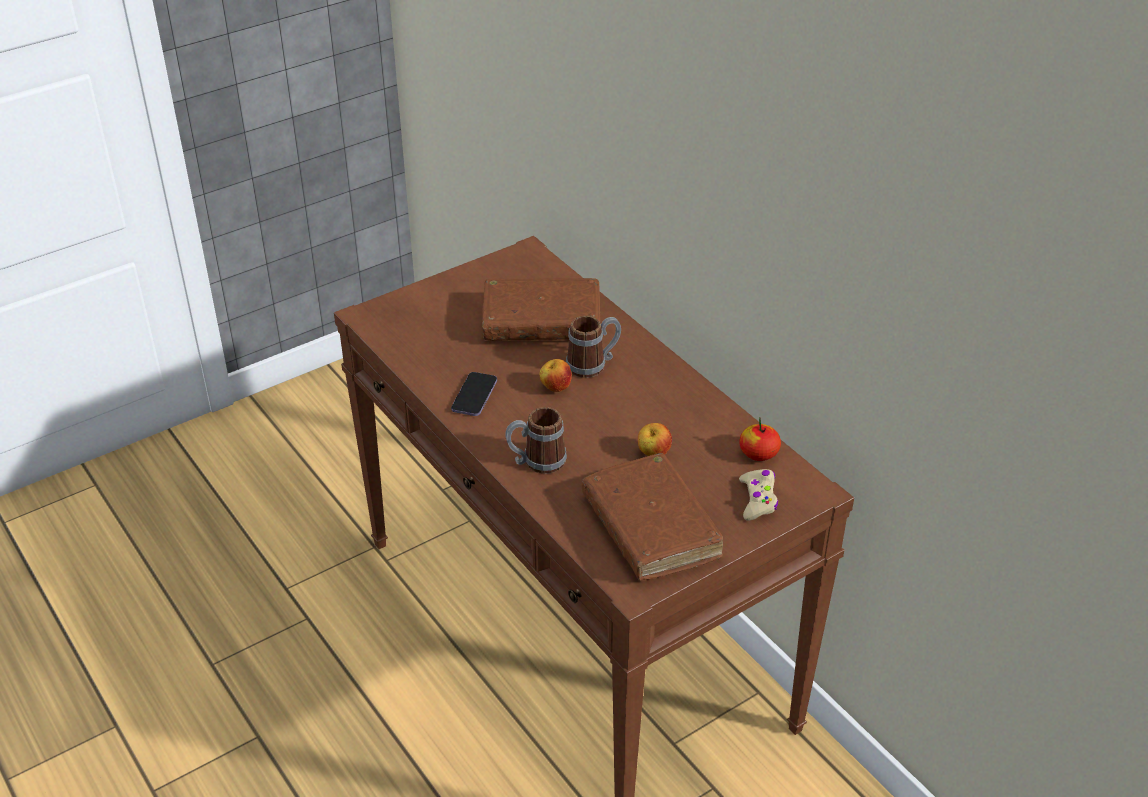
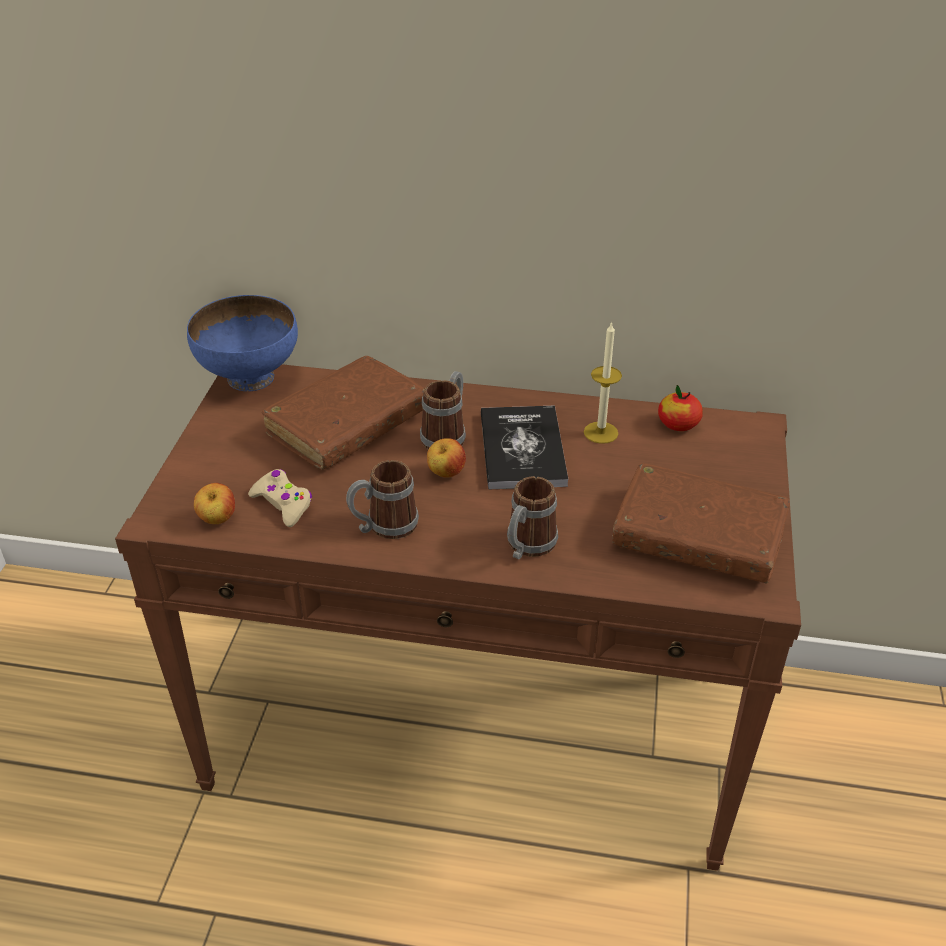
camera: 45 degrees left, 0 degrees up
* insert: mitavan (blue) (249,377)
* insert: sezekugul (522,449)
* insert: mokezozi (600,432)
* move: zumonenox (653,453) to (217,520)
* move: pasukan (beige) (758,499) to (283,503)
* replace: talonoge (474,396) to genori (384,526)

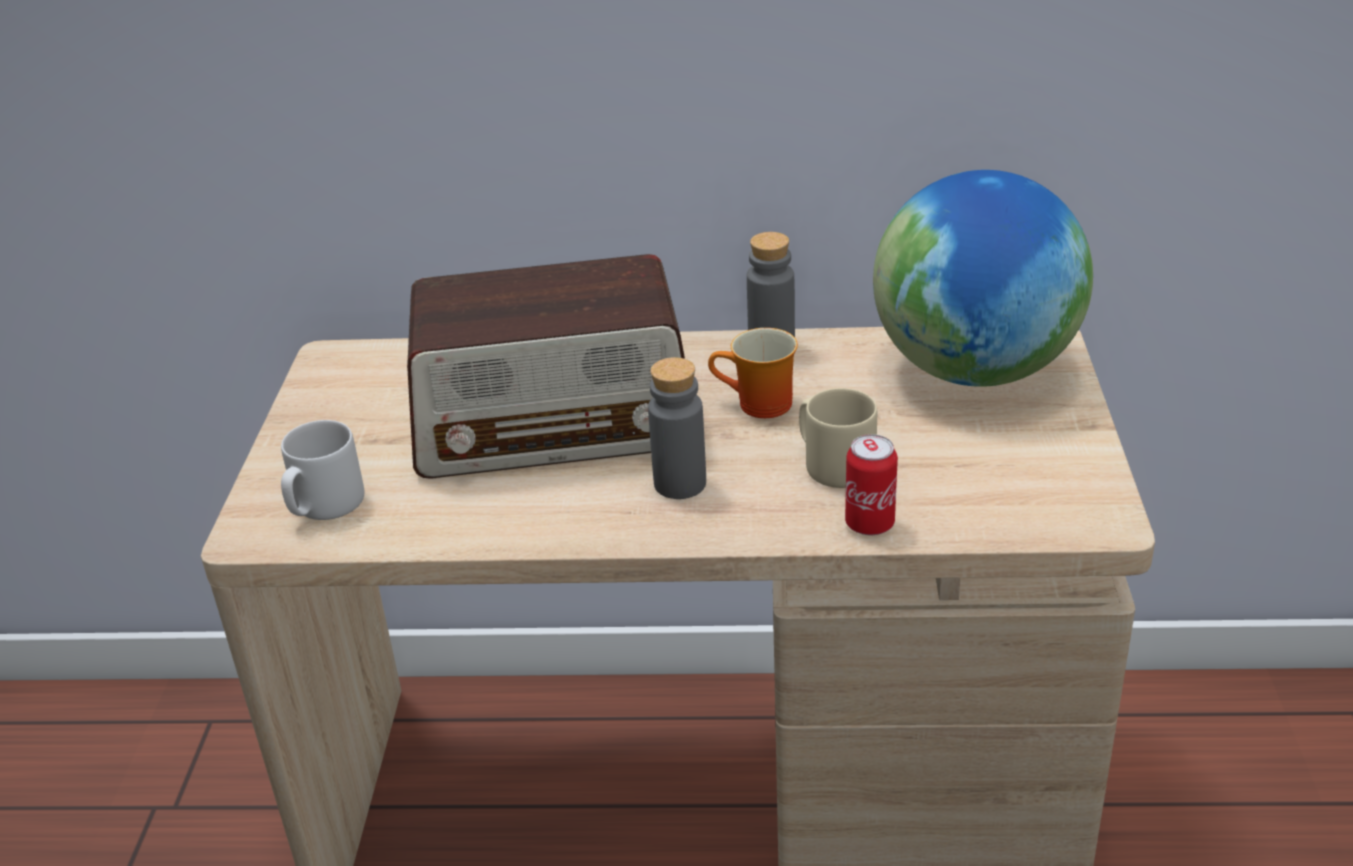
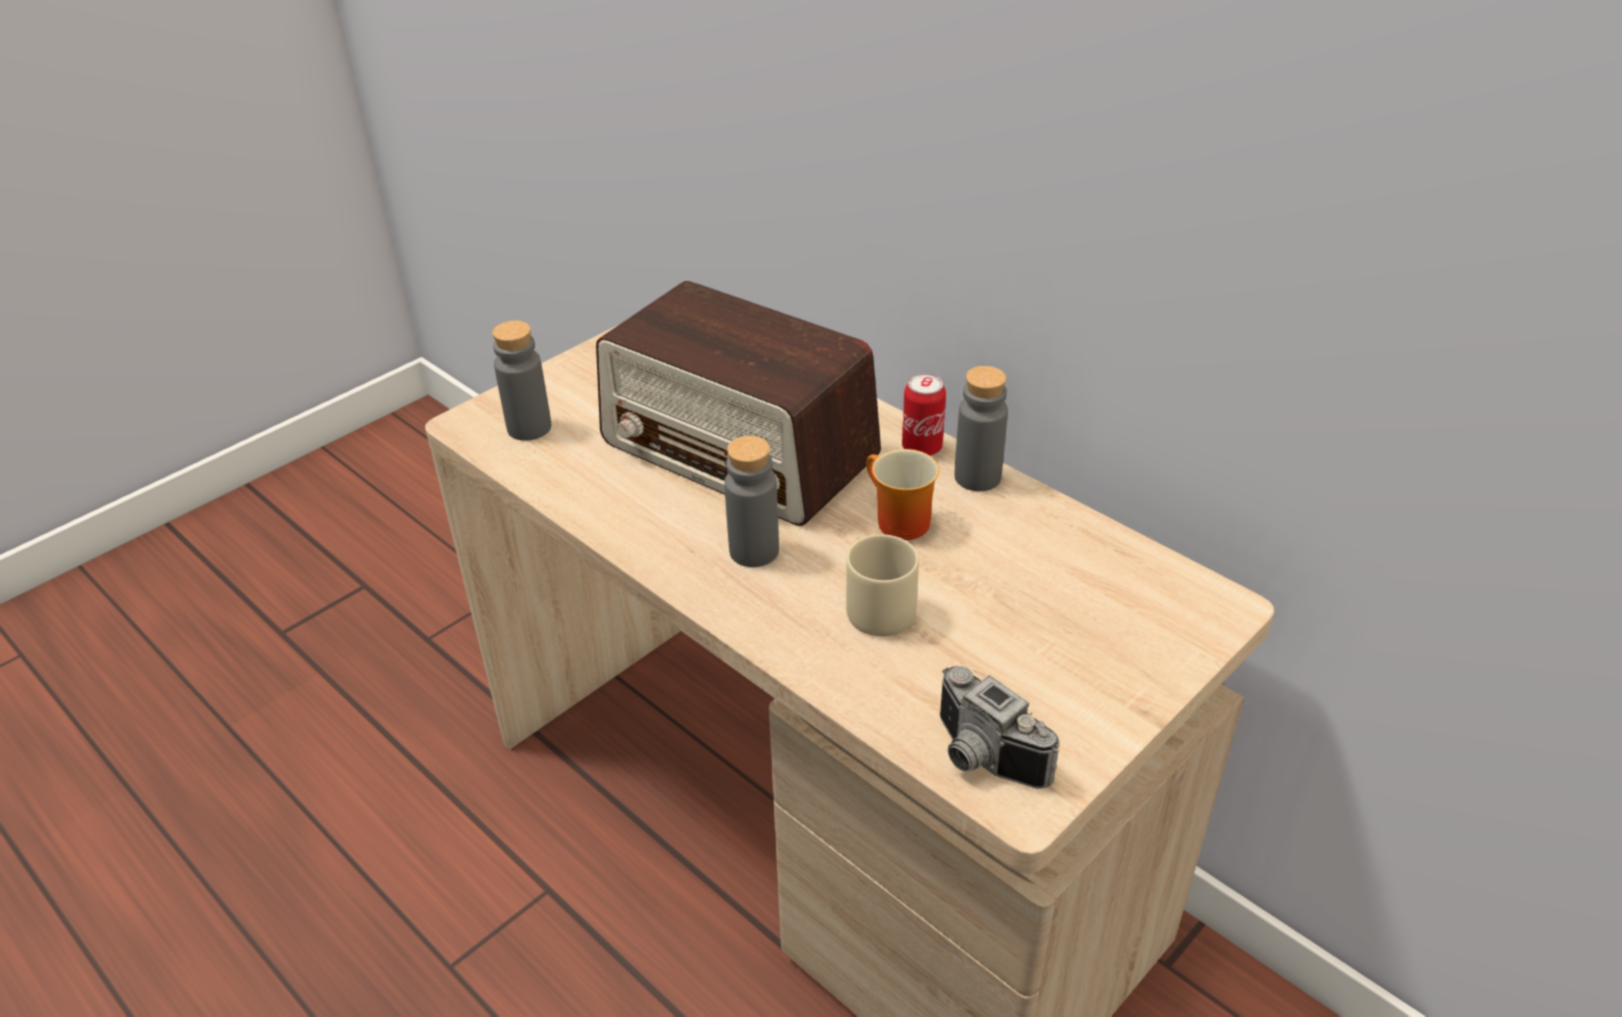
camera: 40 degrees right, 5 degrees up
* delete: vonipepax (976,370)
* insert: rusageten (980,759)
* move: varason (870,524) to (922,448)
* replace: genori (grey) (324,506) to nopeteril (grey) (529,428)

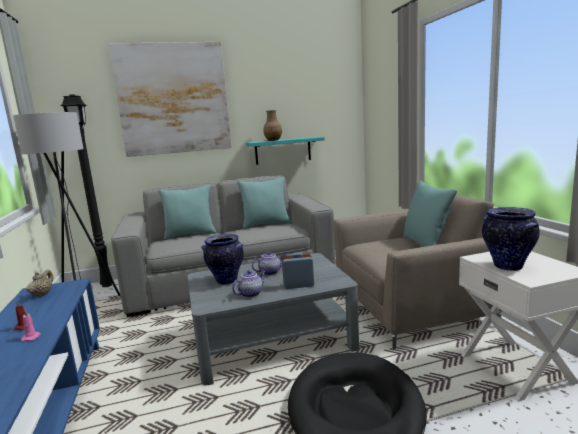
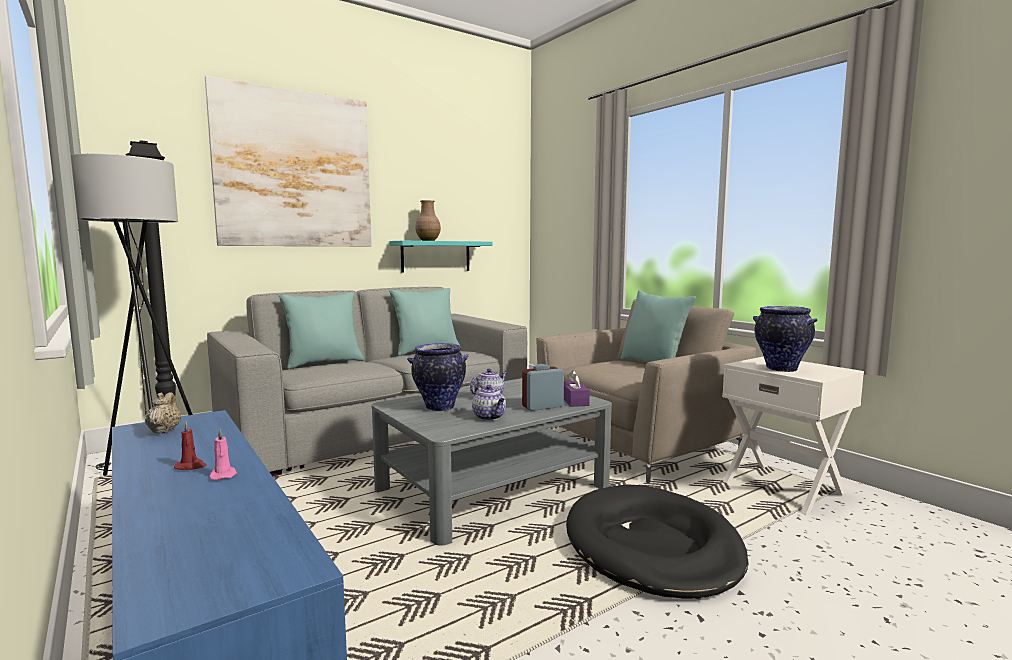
camera: 20 degrees left, 5 degrees down
* insert: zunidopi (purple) (574,401)
* rotate: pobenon (251,293) = (489,417) 120 degrees clockwise

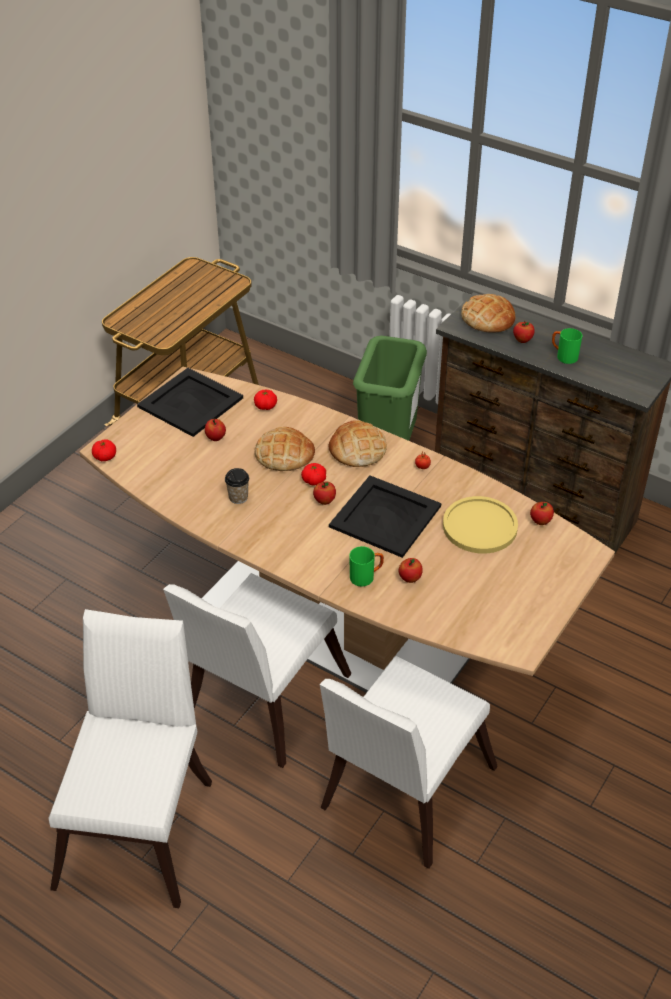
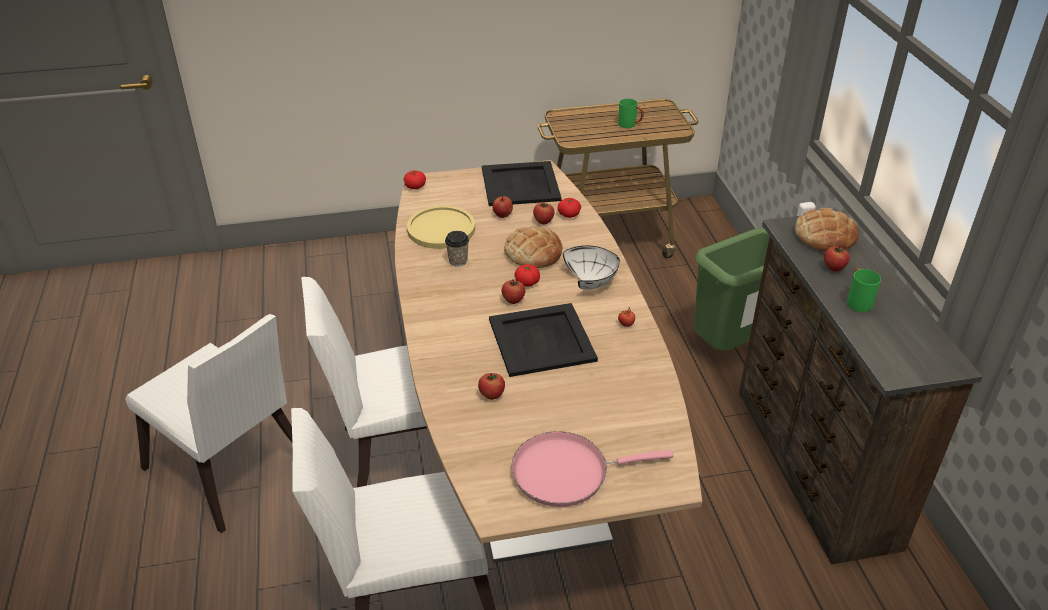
camera: 45 degrees right, 5 degrees down
* insert: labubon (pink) (567,472)
* move: genori (green) (366,576) to (630,125)
* move: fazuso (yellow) (480,526) to (441,229)
* move: zumonenox (540,521) to (543,221)
* replace: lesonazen (357,449) to mitavan (white) (593,281)
* rotate: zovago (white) (140,822) = (233,472) 75 degrees clockwise

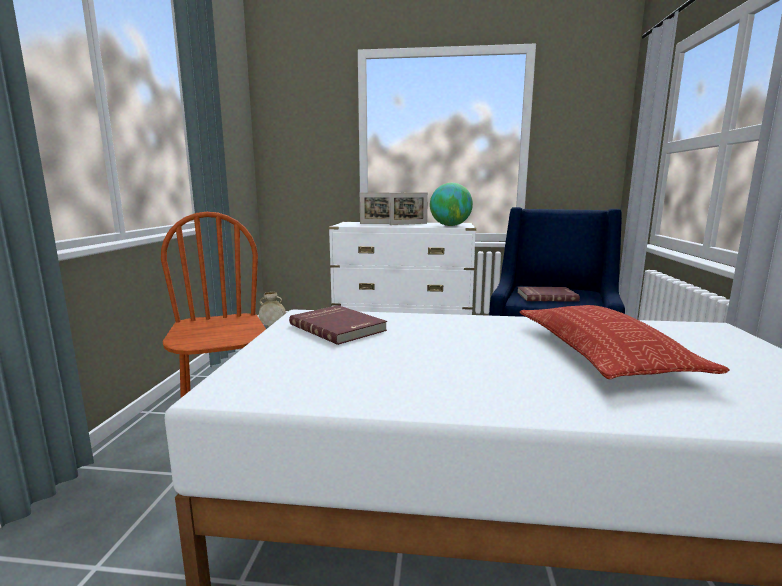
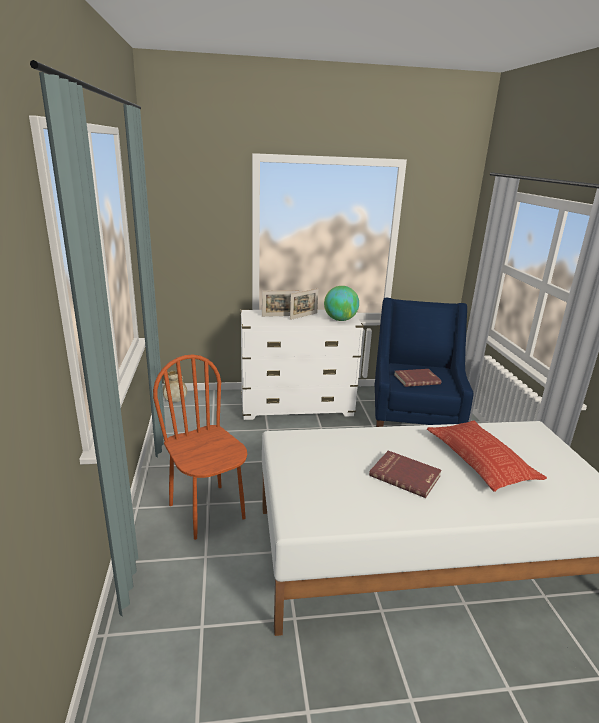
camera: 15 degrees left, 10 degrees up
* move: sezekugul (red) (339,327) to (405,475)

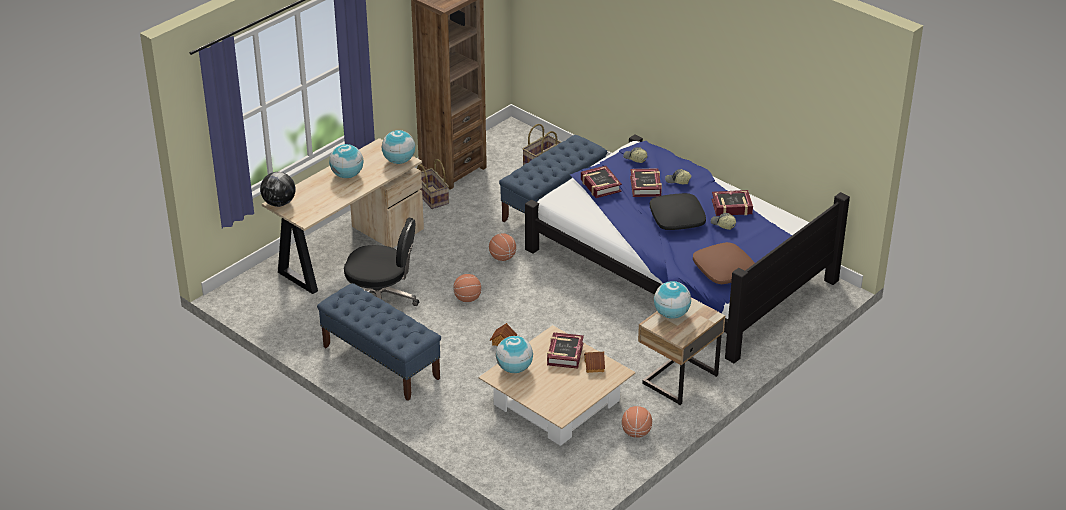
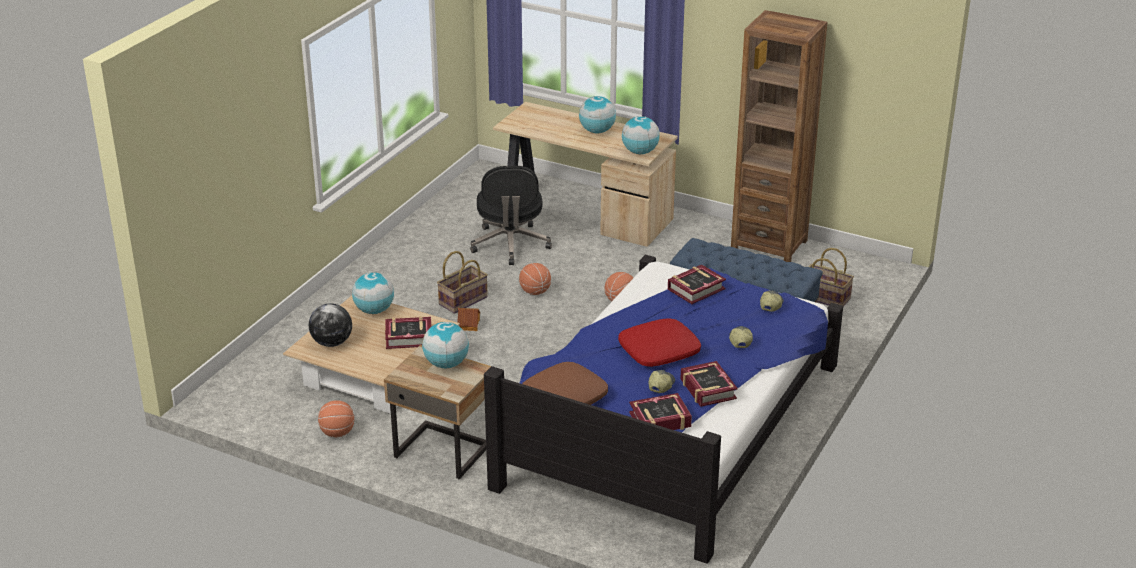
camera: 75 degrees right, 5 degrees down
* delete: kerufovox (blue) (380,362)
* delete: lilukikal (593,366)
* move: vonipepax (279,203) to (332,343)
* move: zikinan (431,197) to (463,300)
* move: sezekugul (646,186) to (660,420)
* recolor: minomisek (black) (677,218) to minomisek (red) (659,351)

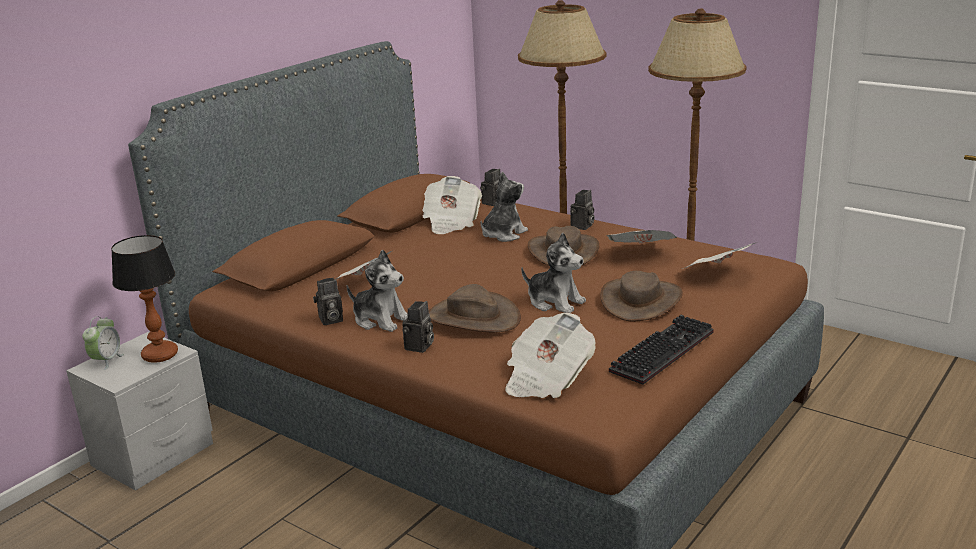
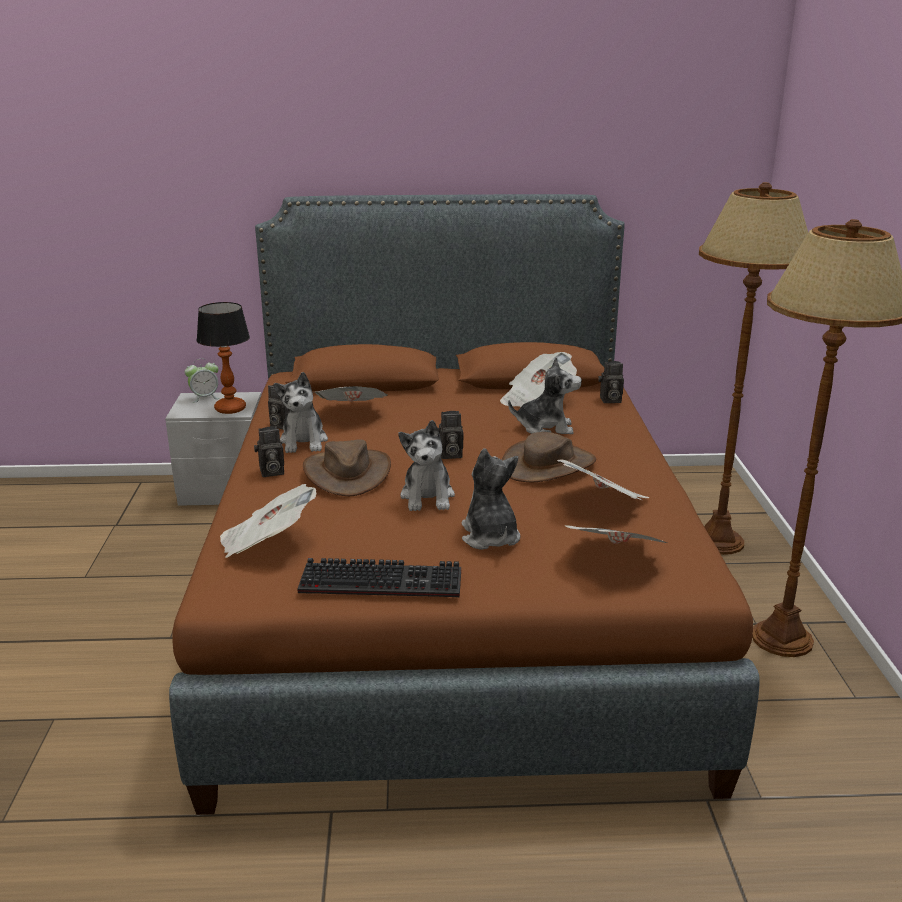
camera: 50 degrees right, 0 degrees up
* move: rusageten (582,226) to (449,455)
* replace: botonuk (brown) (641,300) to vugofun (490,537)

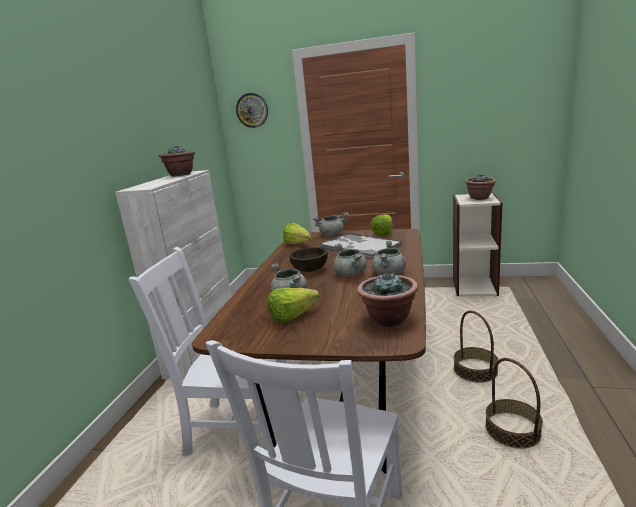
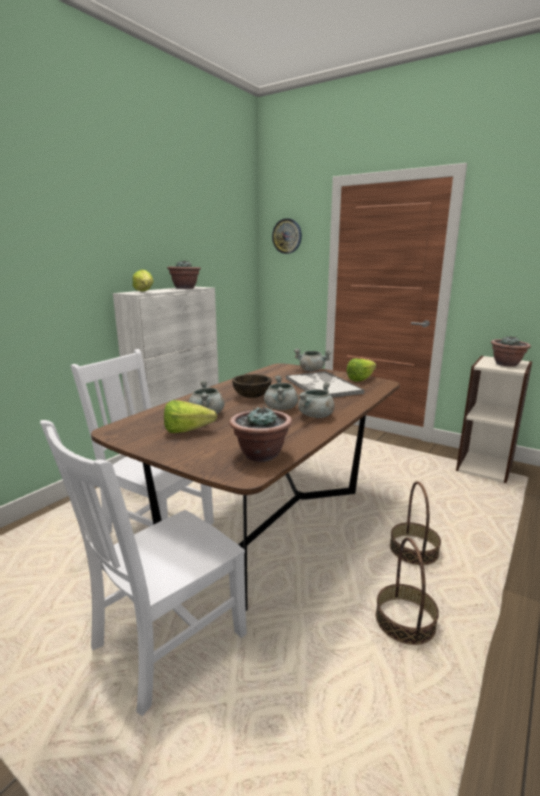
camera: 20 degrees right, 0 degrees up
* move: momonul (299,245) to (144,292)

